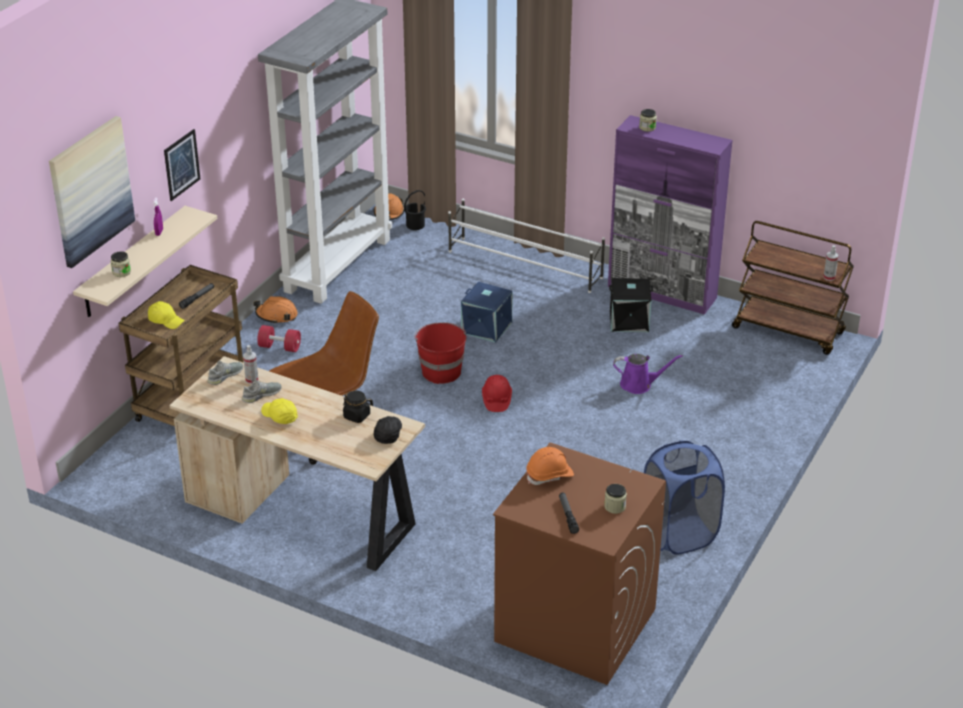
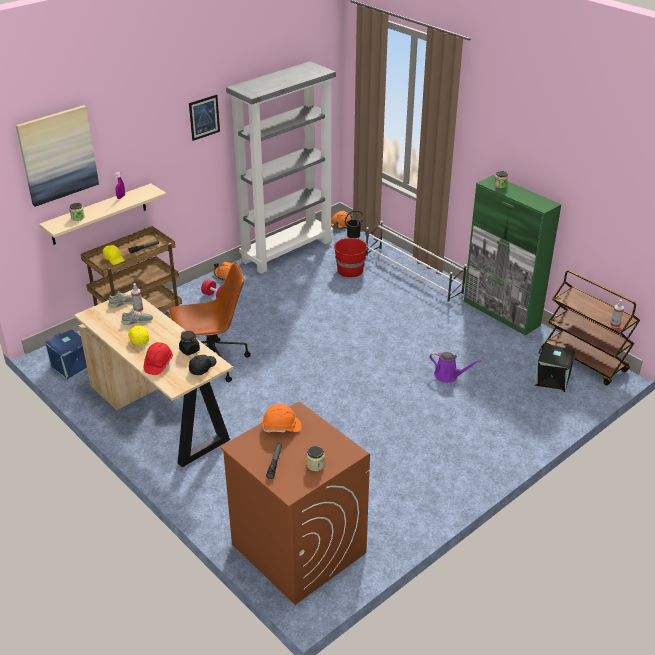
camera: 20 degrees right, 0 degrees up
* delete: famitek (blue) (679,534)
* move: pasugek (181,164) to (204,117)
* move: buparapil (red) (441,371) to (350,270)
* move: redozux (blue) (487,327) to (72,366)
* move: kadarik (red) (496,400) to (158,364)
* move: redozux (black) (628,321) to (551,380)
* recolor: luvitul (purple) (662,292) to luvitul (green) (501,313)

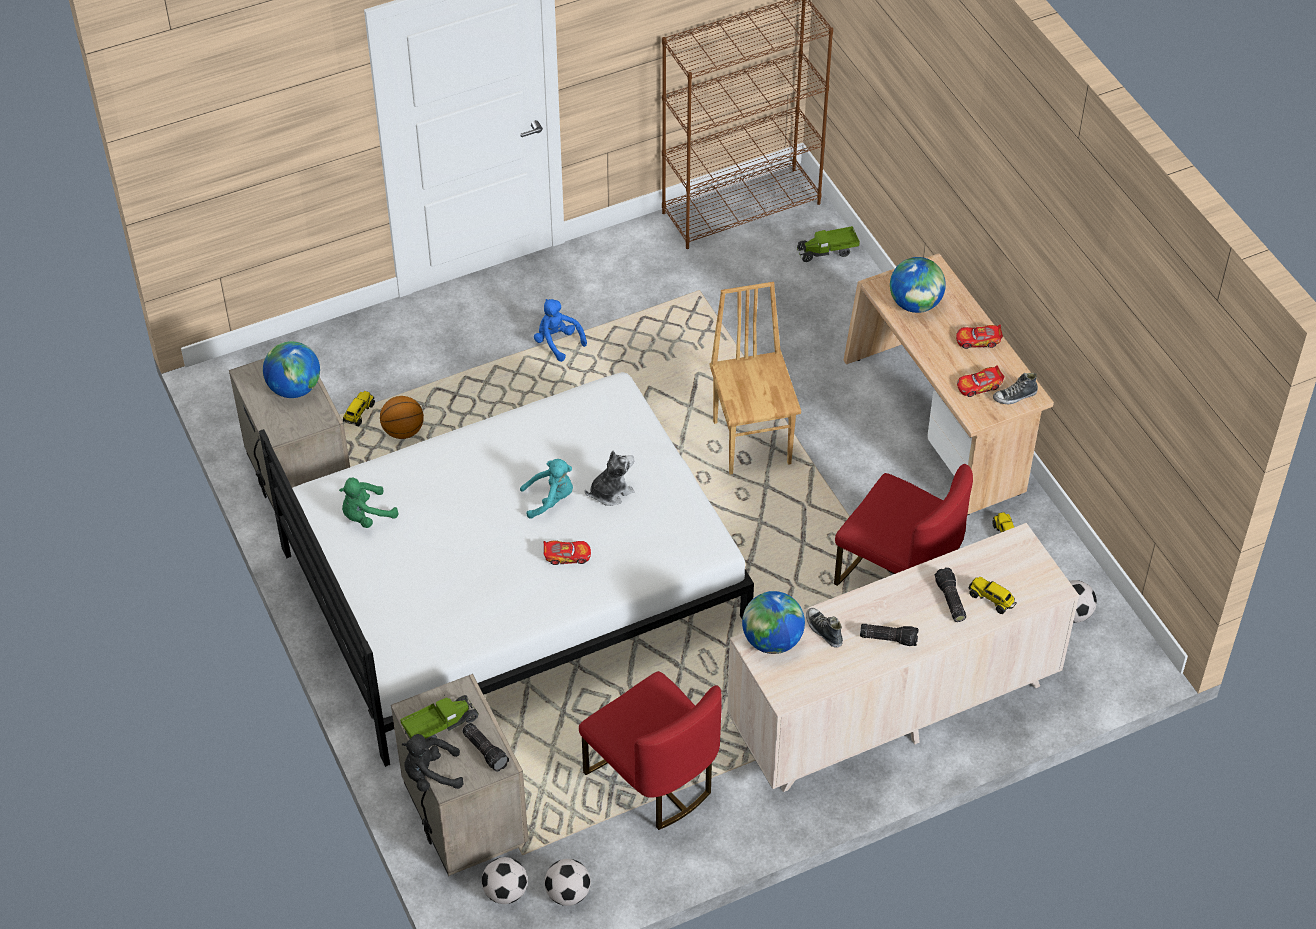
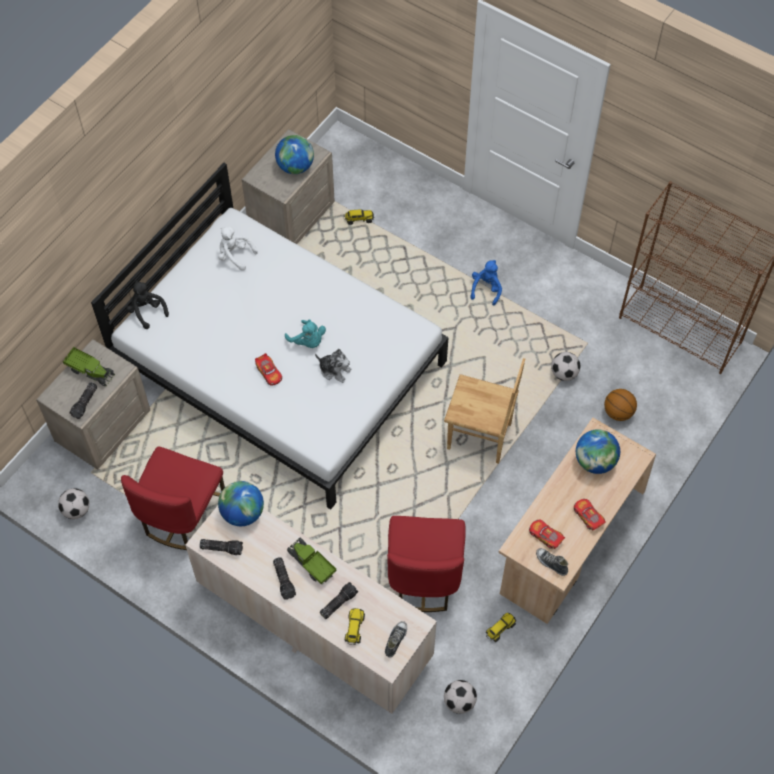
camera: 60 degrees right, 10 degrees up
* insert: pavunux (222,548)
* move: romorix (403,431) to (618,412)
* move: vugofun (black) (431,775) to (147,311)
* move: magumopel (505,892) to (564,373)
* move: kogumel (827,252) to (311,564)
* move: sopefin (823,630) to (395,640)
* recolor: vugofun (green) (366,516) to vugofun (white) (235,255)
* rotate: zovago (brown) (753,442) = (479,438) 60 degrees clockwise

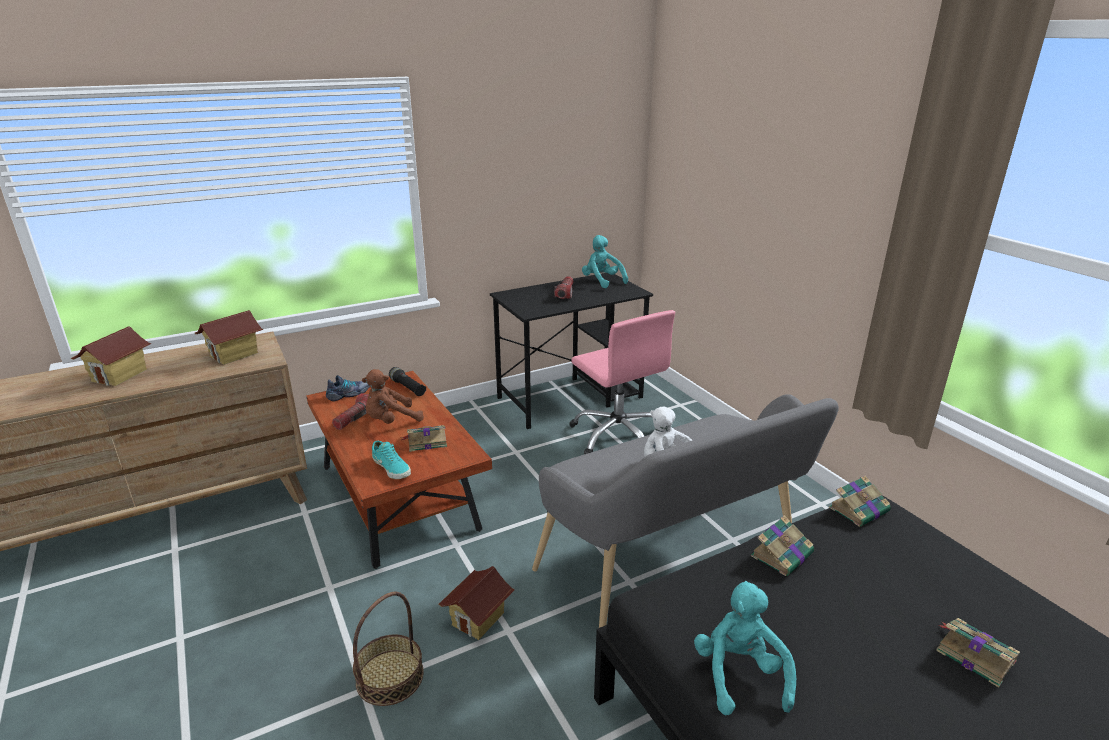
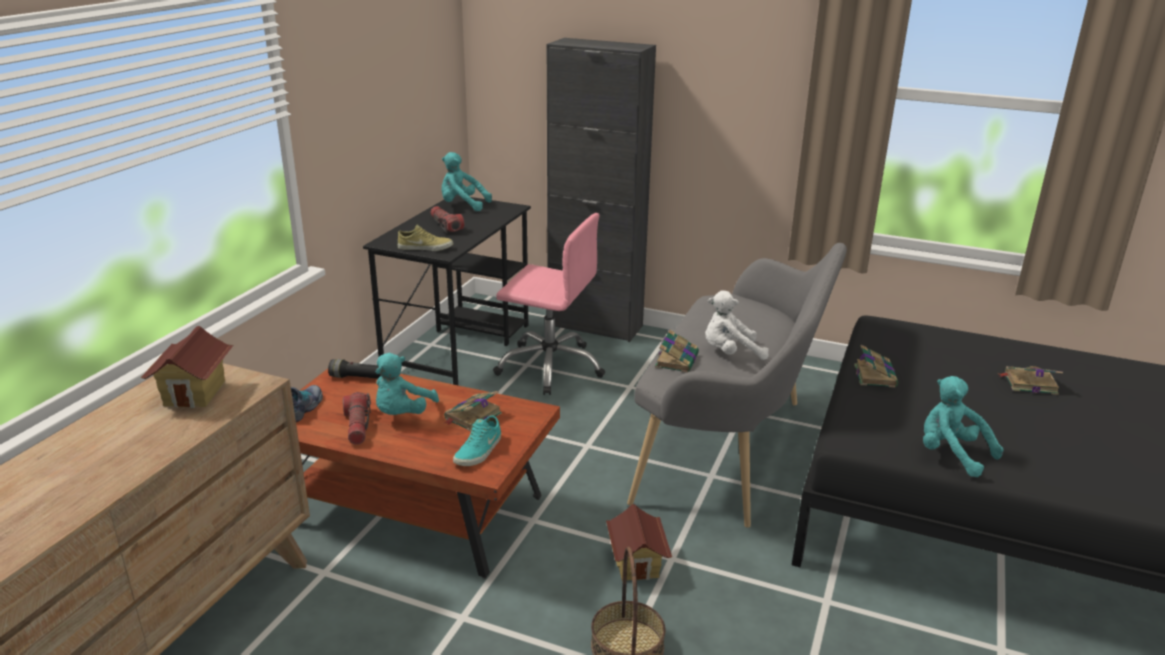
camera: 40 degrees left, 0 degrees up
* delete: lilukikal (120,375)
* insert: sopefin (beige) (426,247)
* insert: luvitul (black) (595,326)
* move: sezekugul (859,509) to (677,360)
* recolor: vugofun (brown) (391,421) to vugofun (turquoise) (402,414)
* rotate: sopefin (turquoise) (392,467) = (479,451) 105 degrees clockwise

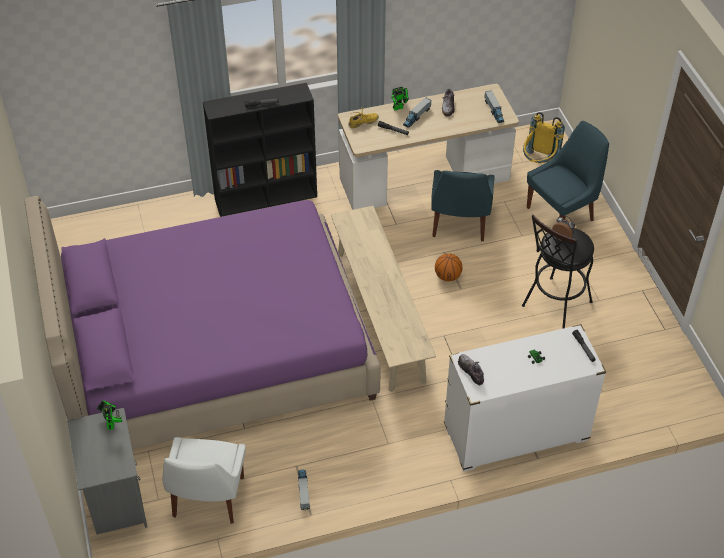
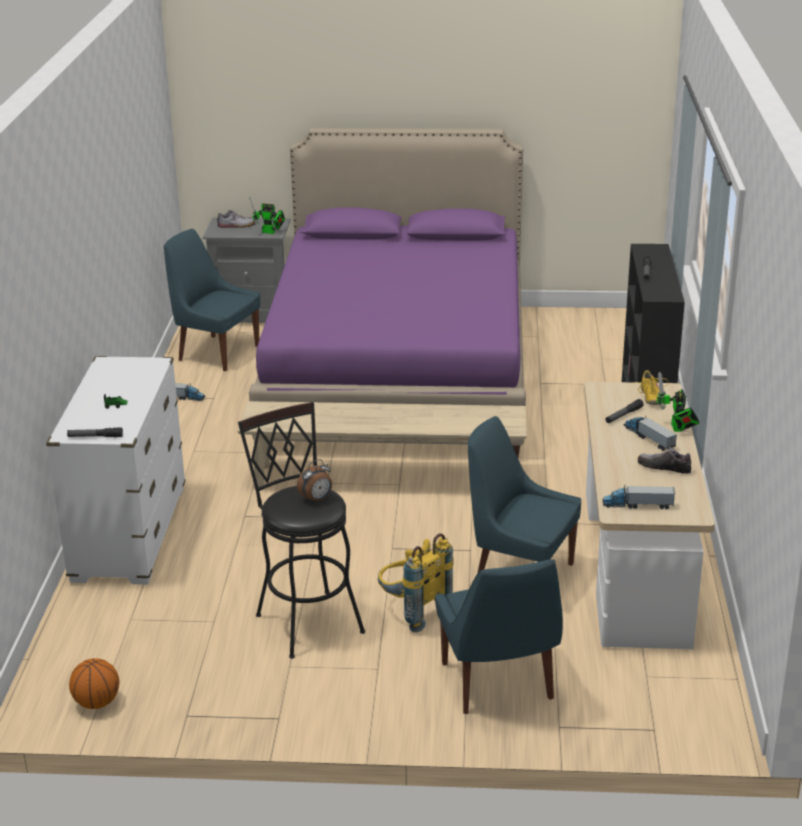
camera: 110 degrees right, 20 degrees down
* move: romorix (447,276) to (97,703)
* move: sopefin (471,371) to (236,226)
* move: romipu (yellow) (538,163) to (412,611)
* recolor: zovago (white) (207,499) to zovago (blue) (216,352)

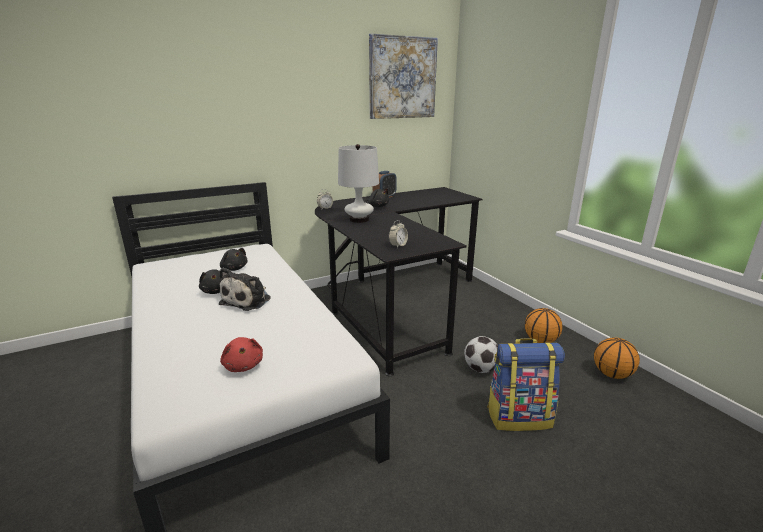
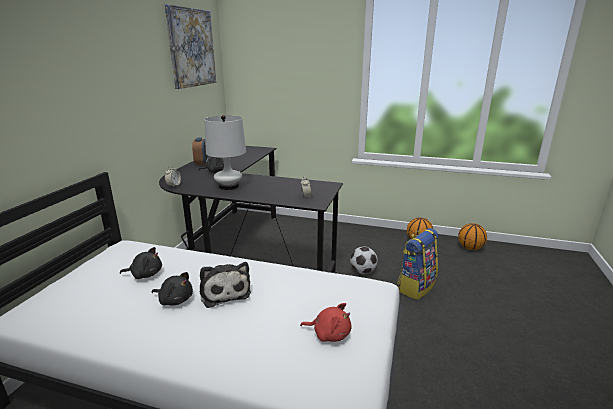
camera: 45 degrees left, 0 degrees up
* move: romorix (541,341) to (470,248)

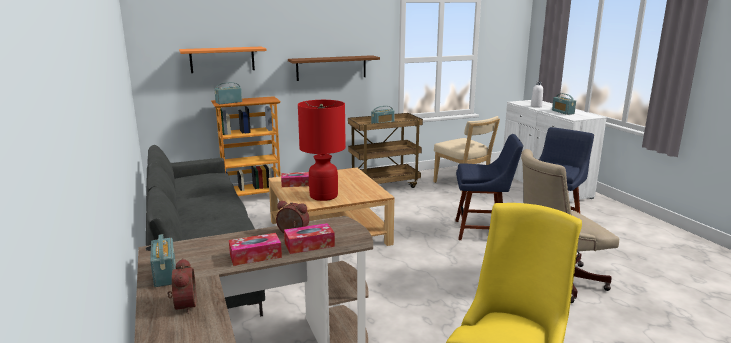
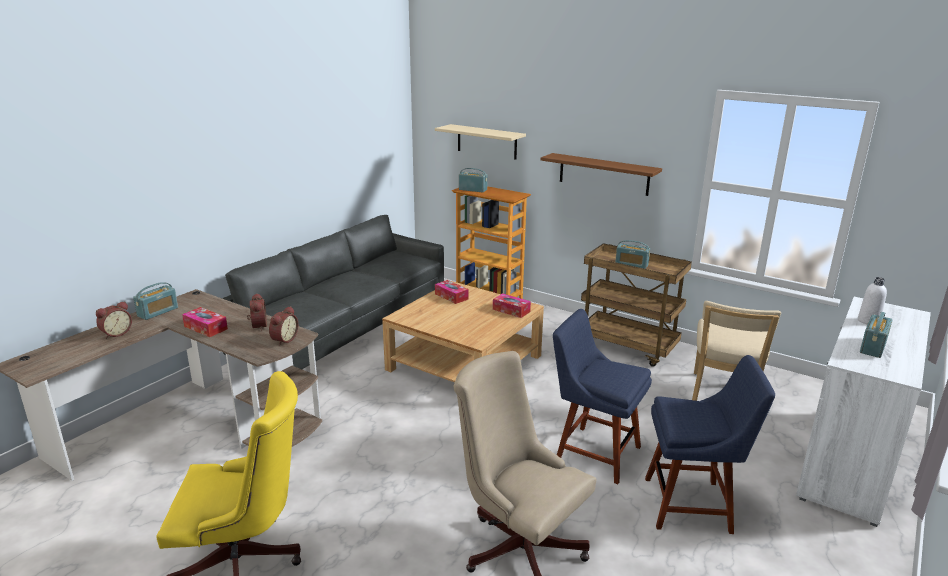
camera: 55 degrees right, 5 degrees up
* delete: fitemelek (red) (324,196)
* insert: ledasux (283,339)
* move: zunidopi (309,245) to (511,310)
* recolor: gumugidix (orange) (222,59) to gumugidix (beige) (486,141)
* rotate: zovago (blue) (483,231) = (593,452) 150 degrees clockwise

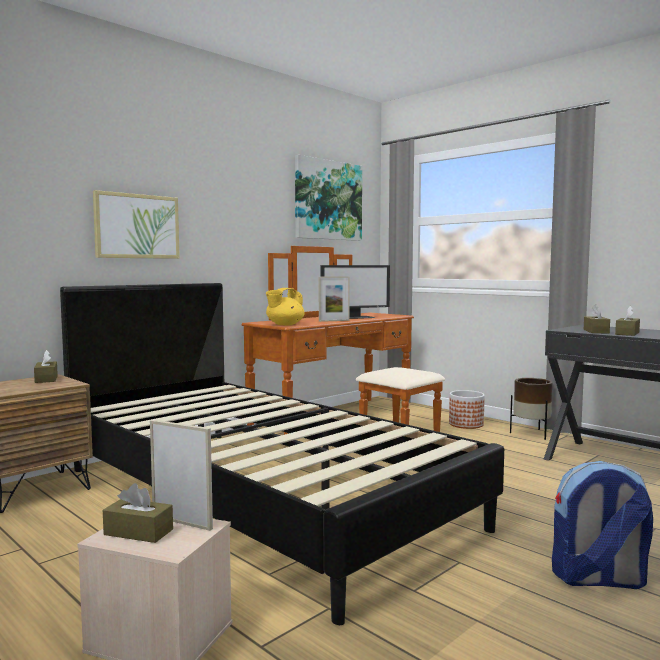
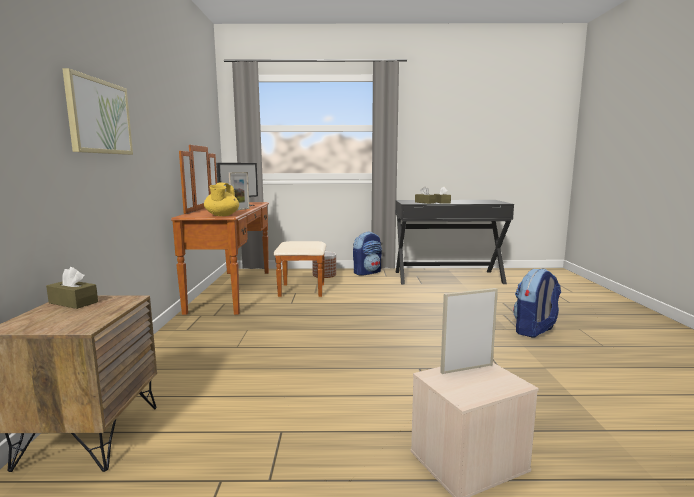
camera: 45 degrees left, 5 degrees up
* delete: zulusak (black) (256,496)
* delete: zunidopi (brown) (138,532)
* delete: pasugek (328,200)
* replace: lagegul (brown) (531,434) to romipu (367,272)

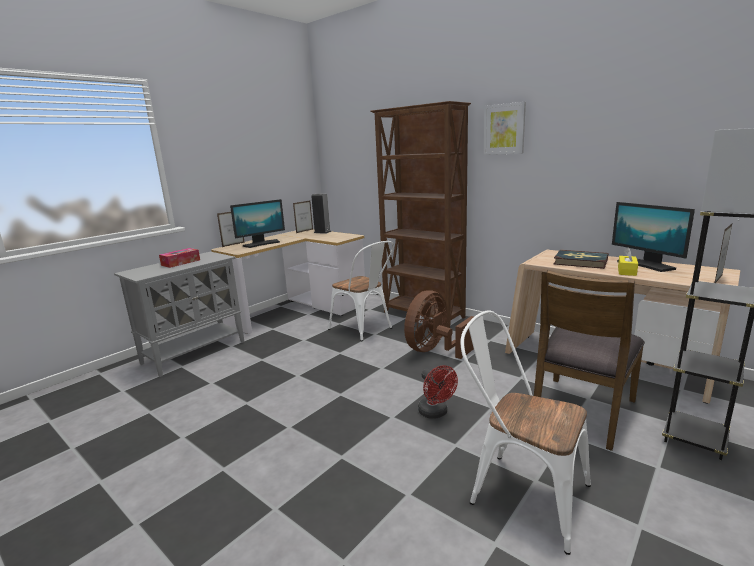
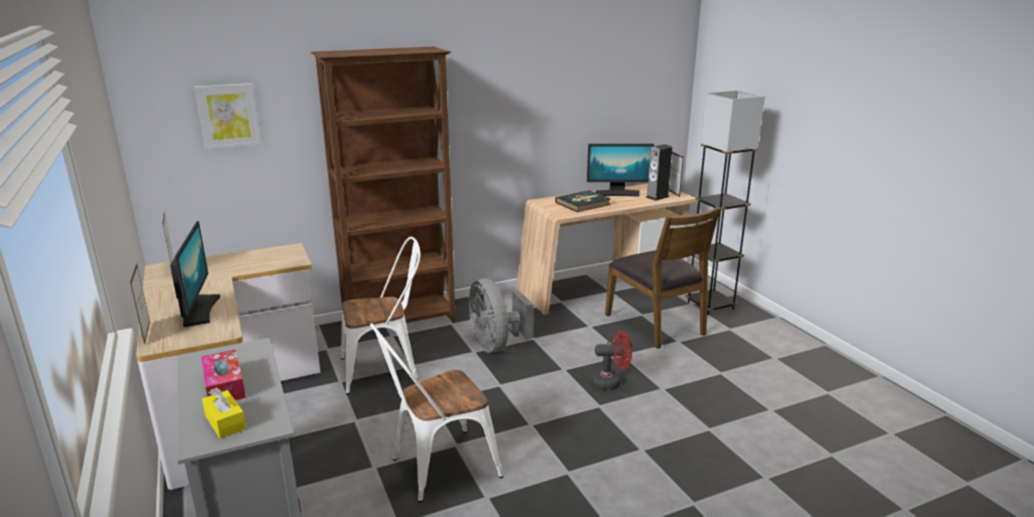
camera: 65 degrees left, 5 degrees up
* move: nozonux (322,232) to (657,197)
* move: zovago (white) (519,492) to (436,468)
* move: pasugek (504,129) to (228,116)
* move: zunidopi (yellow) (626,271) to (225,422)
* recolor: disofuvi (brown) (435,350) to disofuvi (grey) (496,345)

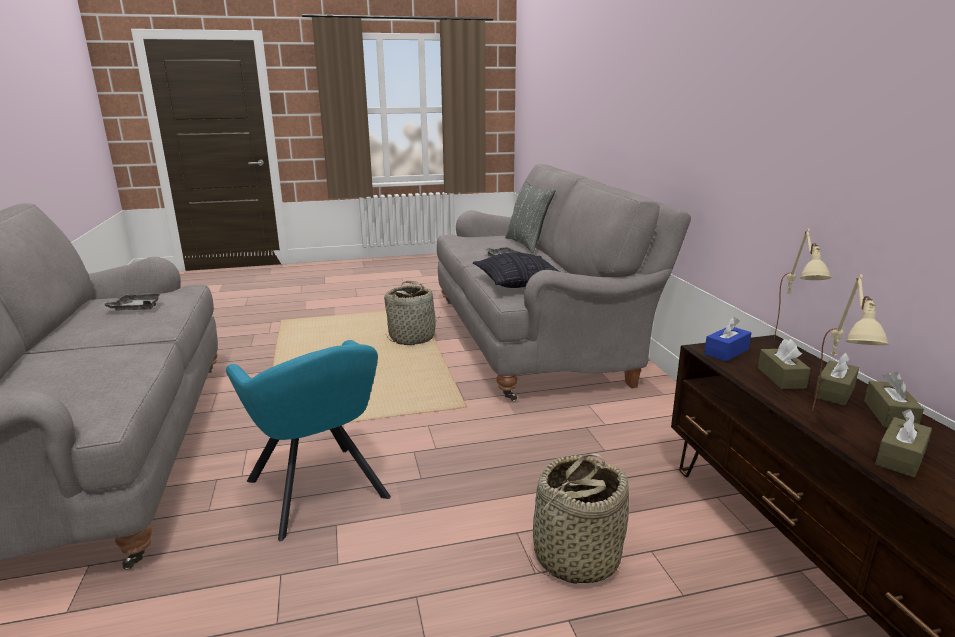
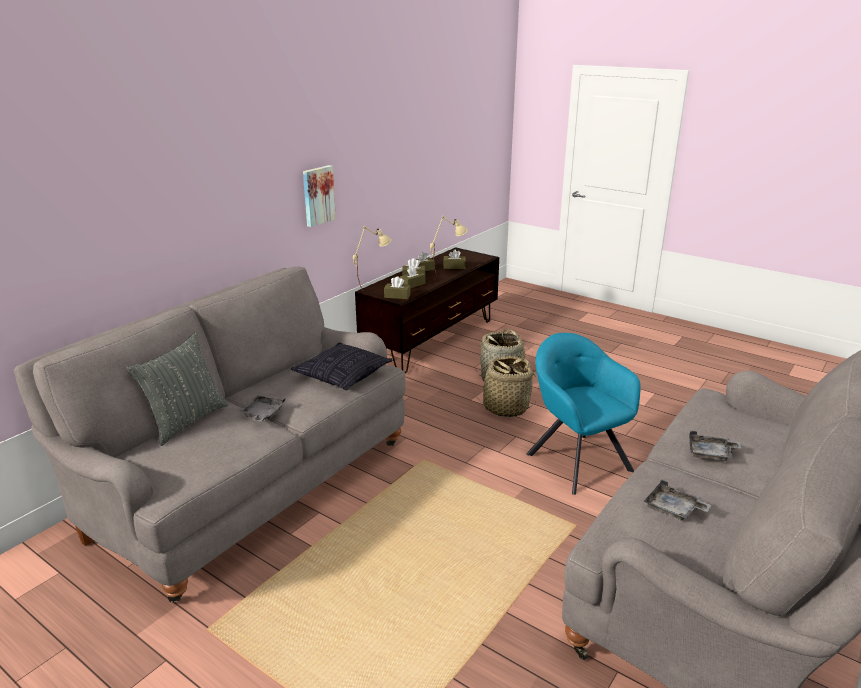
camera: 130 degrees left, 5 degrees up
* insert: pasugek (317,195)
* insert: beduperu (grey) (711,453)
* move: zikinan (412,337) to (505,407)
* recolor: zunidopi (blue) (726,352) to zunidopi (brown) (397,296)
* rotate: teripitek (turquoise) (319,492) = (576,460) 45 degrees counterclockwise

